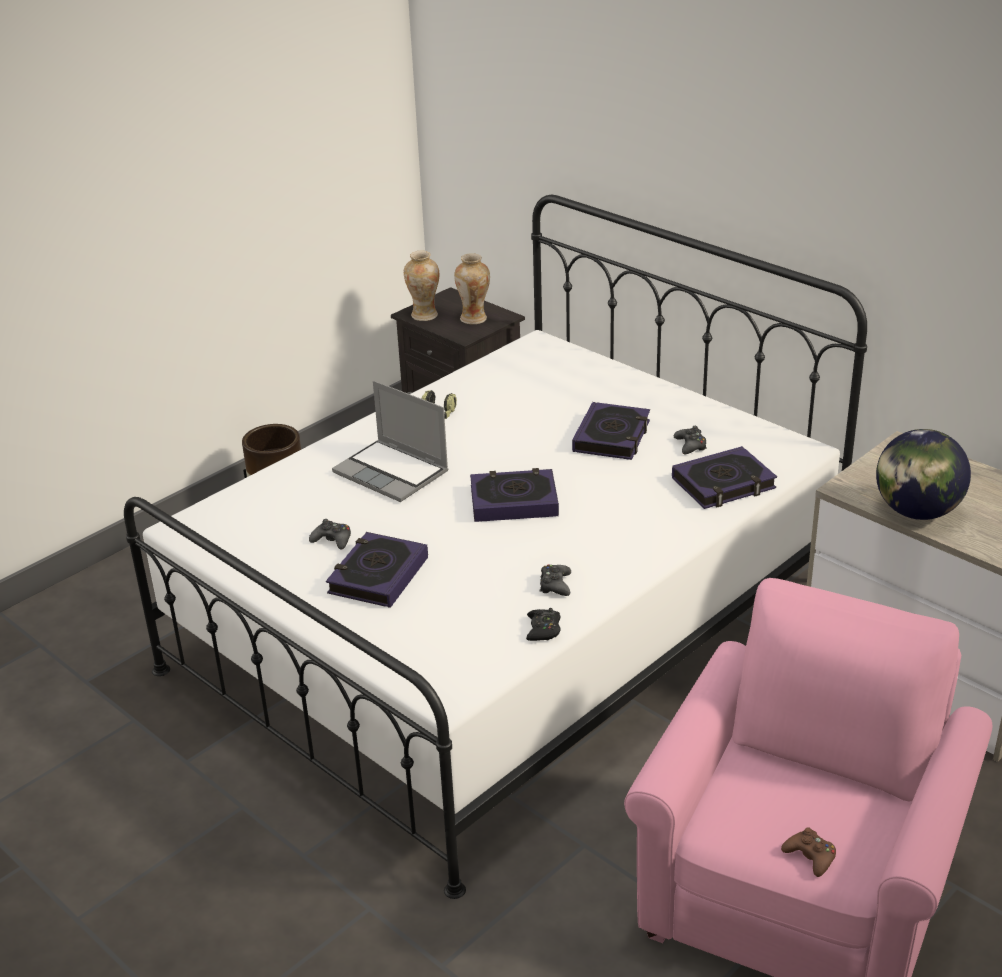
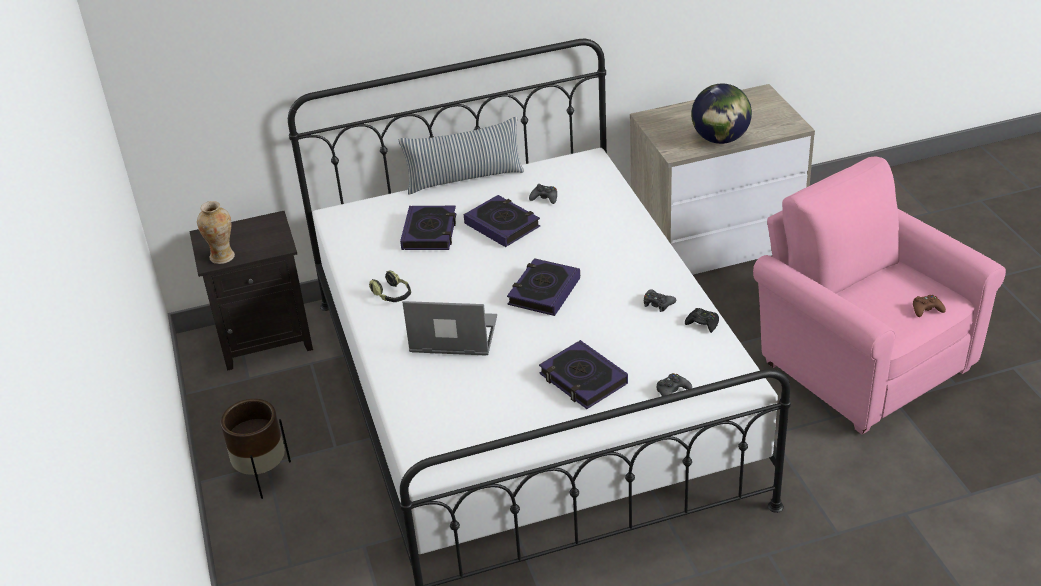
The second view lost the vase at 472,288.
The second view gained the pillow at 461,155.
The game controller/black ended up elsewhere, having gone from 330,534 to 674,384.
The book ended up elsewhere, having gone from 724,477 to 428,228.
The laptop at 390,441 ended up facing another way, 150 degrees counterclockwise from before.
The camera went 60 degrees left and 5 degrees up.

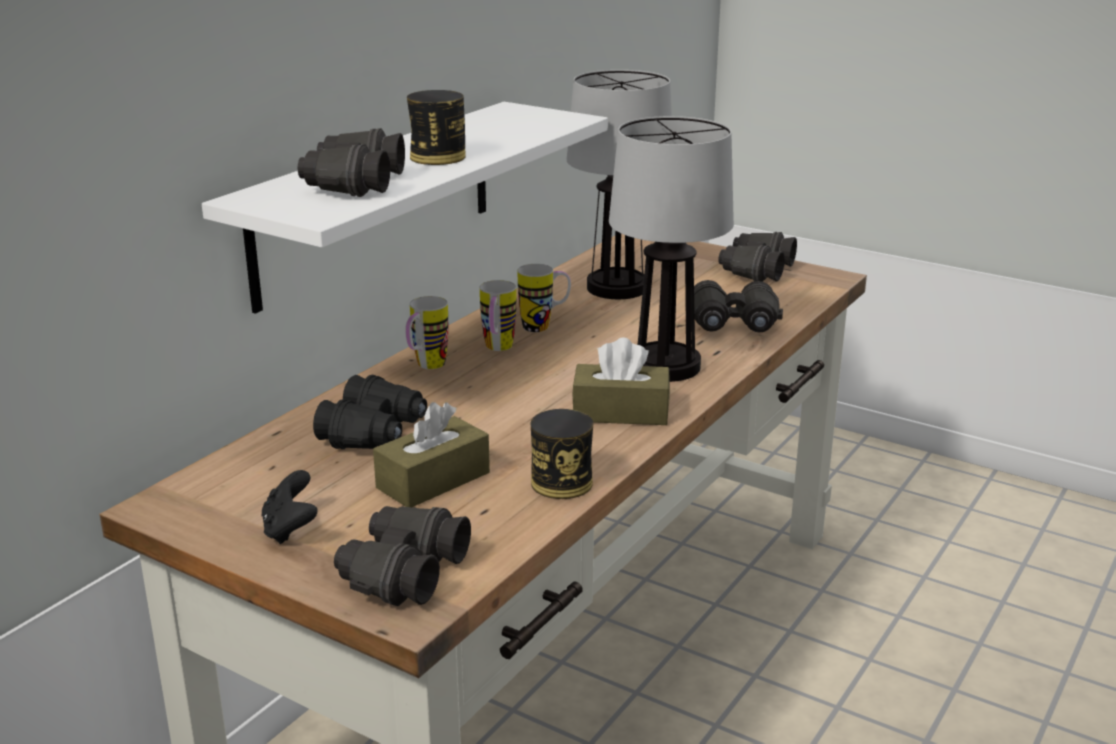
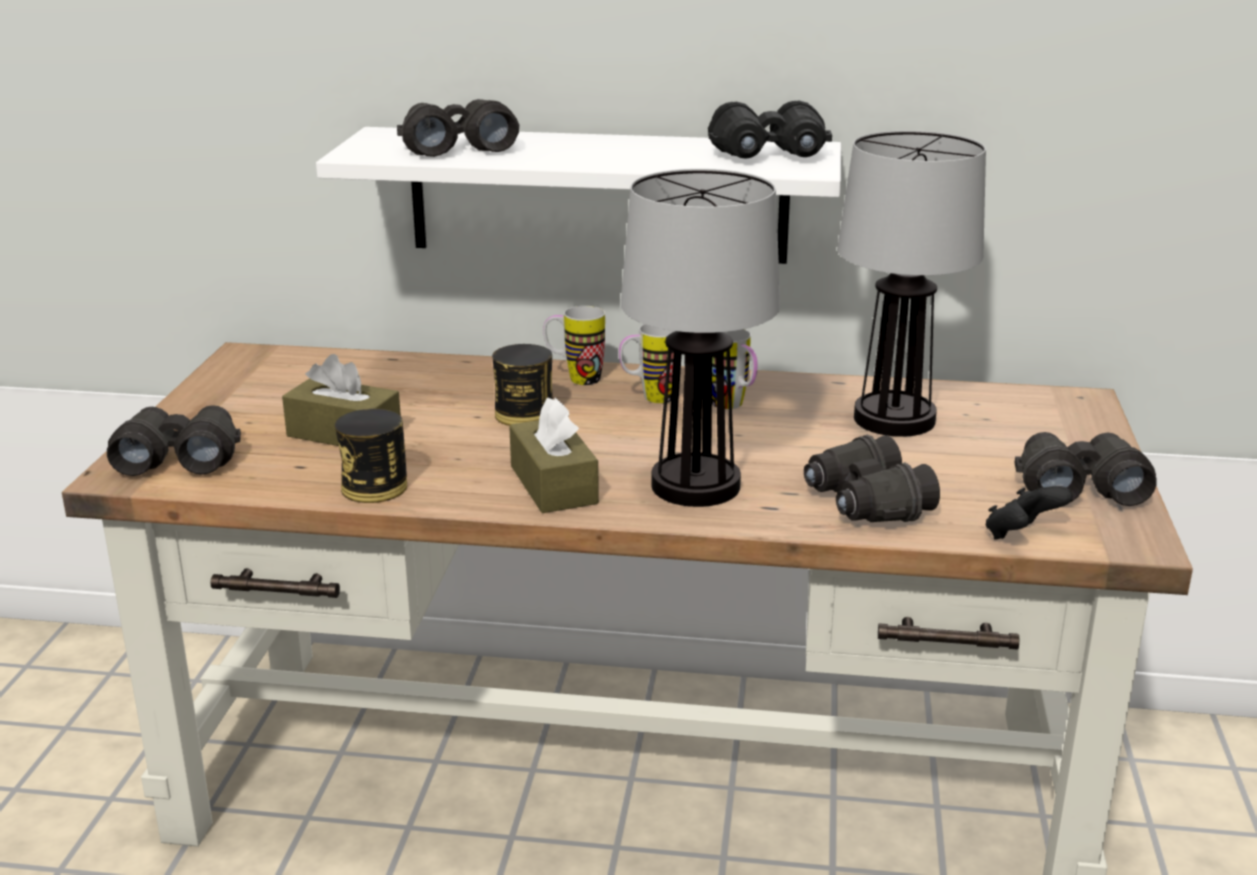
The game controller/black ended up elsewhere, having gone from 289,507 to 1029,512.
The binoculars/black ended up elsewhere, having gone from 370,412 to 770,129.
The can ended up elsewhere, having gone from 436,127 to 522,385.
The camera went 65 degrees right and 0 degrees up.

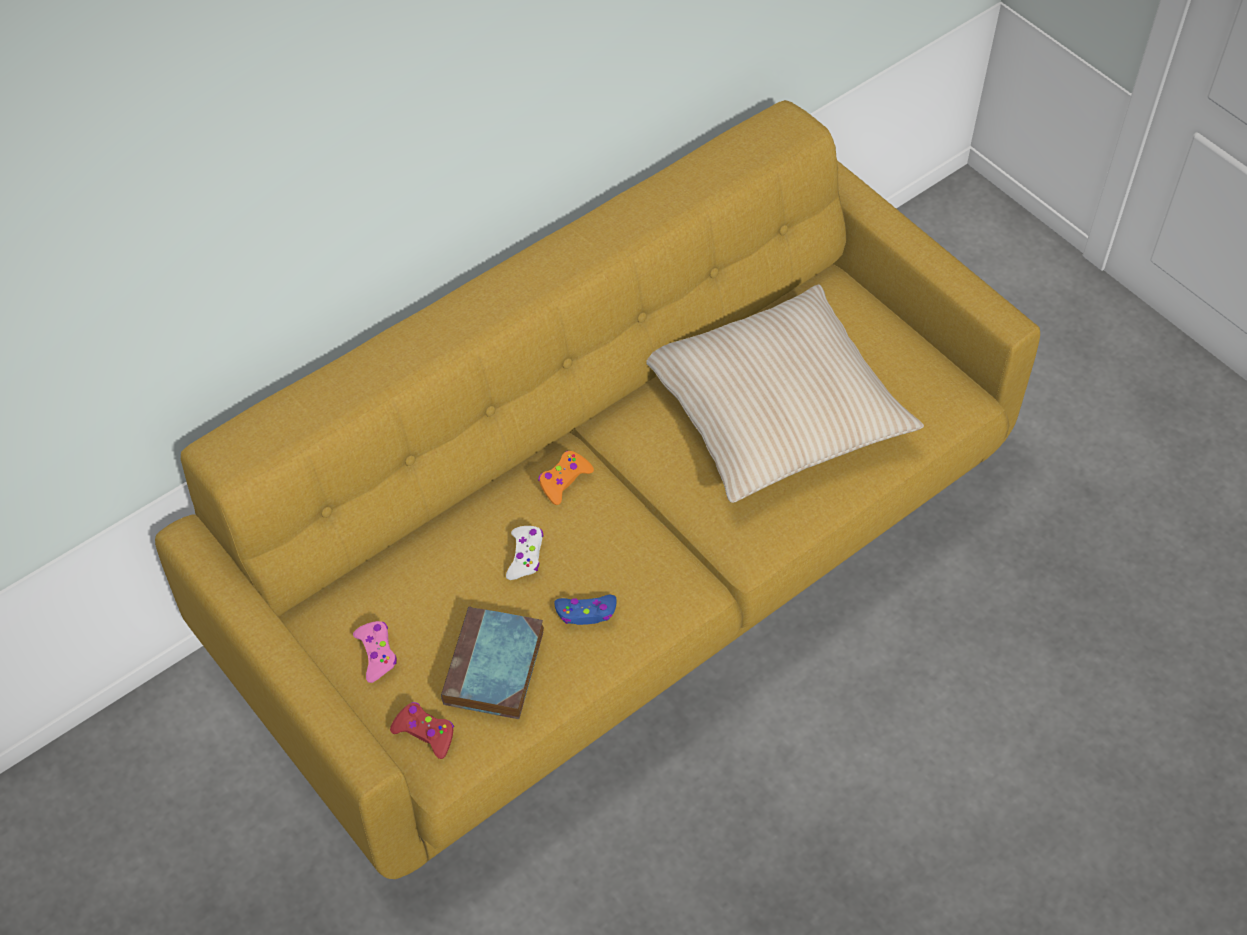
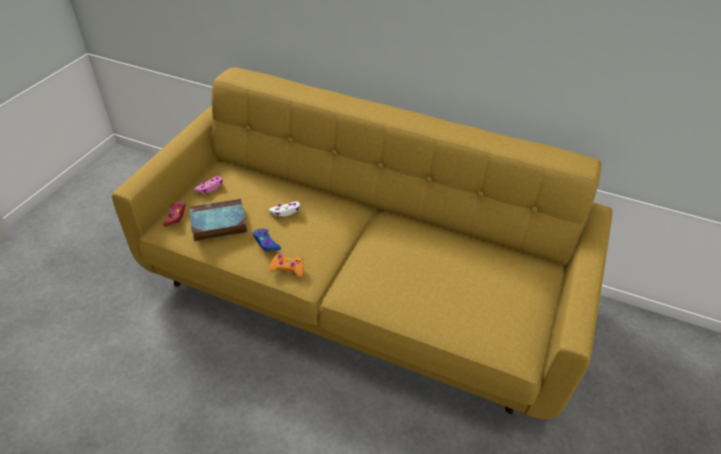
The second view lost the pillow/beige at 785,393.
The game controller/orange ended up elsewhere, having gone from 566,478 to 286,265.
The camera went 60 degrees right and 10 degrees down.

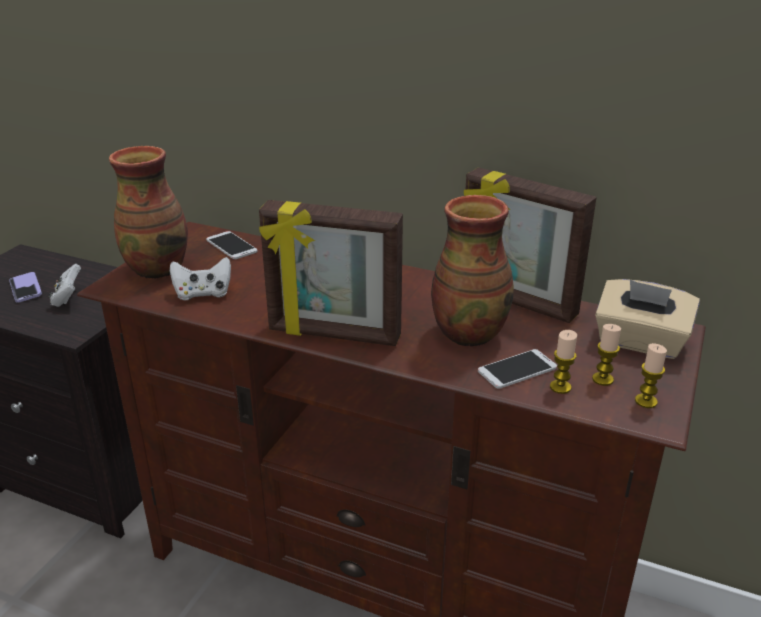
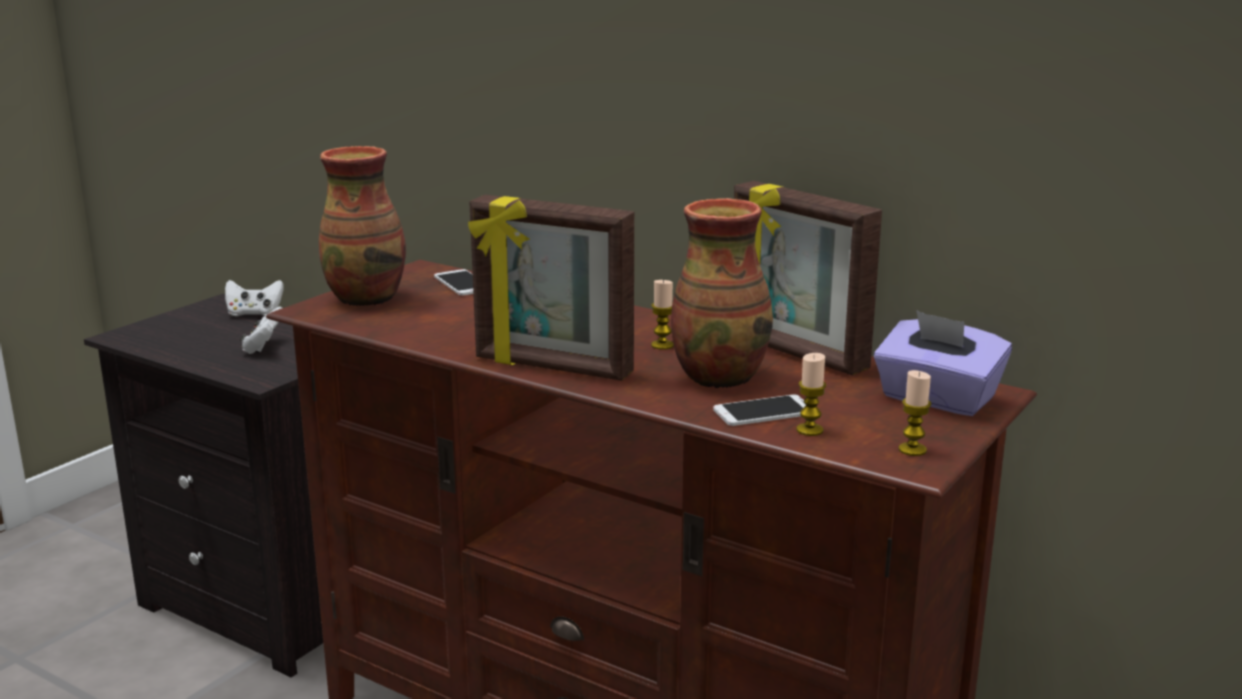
The second view lost the phone at 25,287.
The game controller/white ended up elsewhere, having gone from 200,279 to 254,298.
The candle ended up elsewhere, having gone from 606,355 to 662,314.
What was the tissue box/beige at 647,319 turned into the tissue box/purple at 943,363.
The camera went 10 degrees right and 10 degrees down.

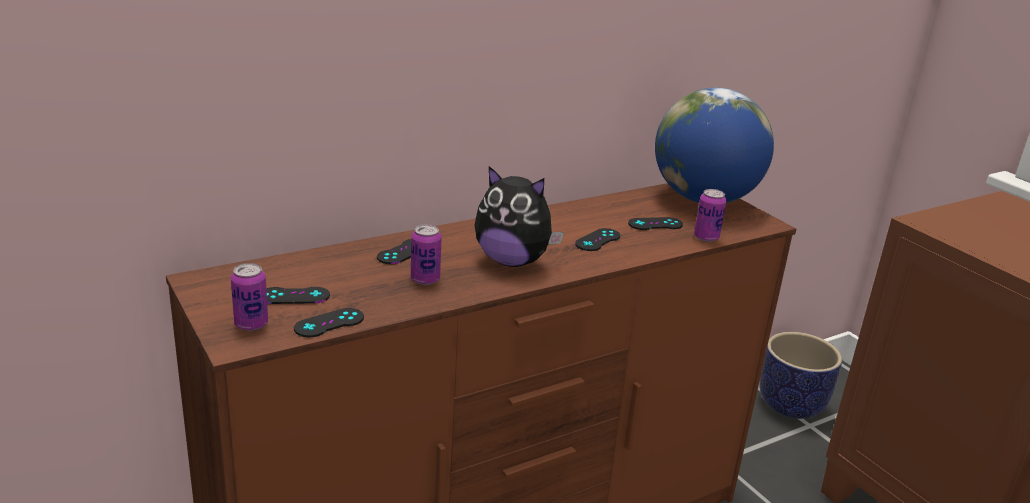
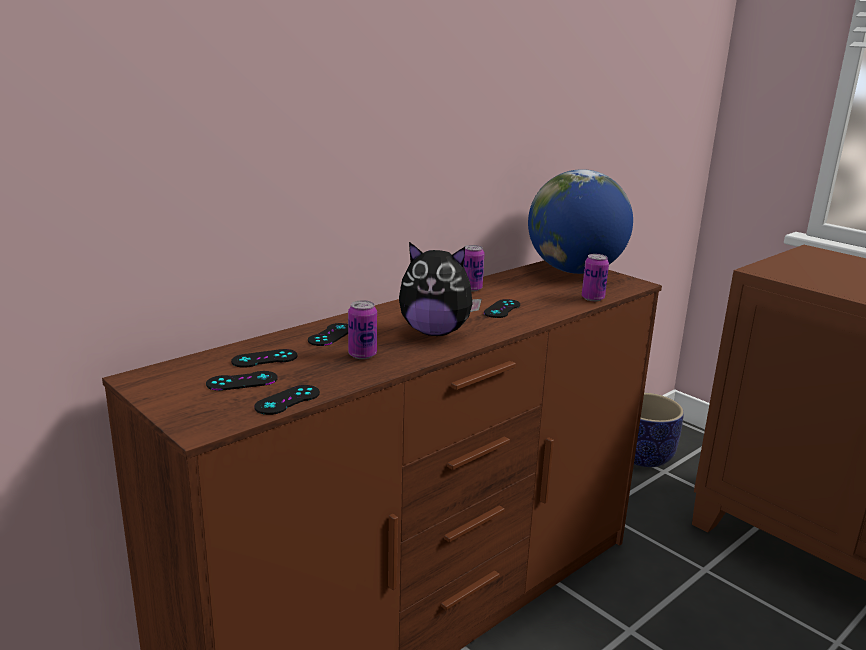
The can ended up elsewhere, having gone from 249,297 to 473,268.
The game controller/black ended up elsewhere, having gone from 655,223 to 264,358.
The camera went 10 degrees left and 5 degrees down.

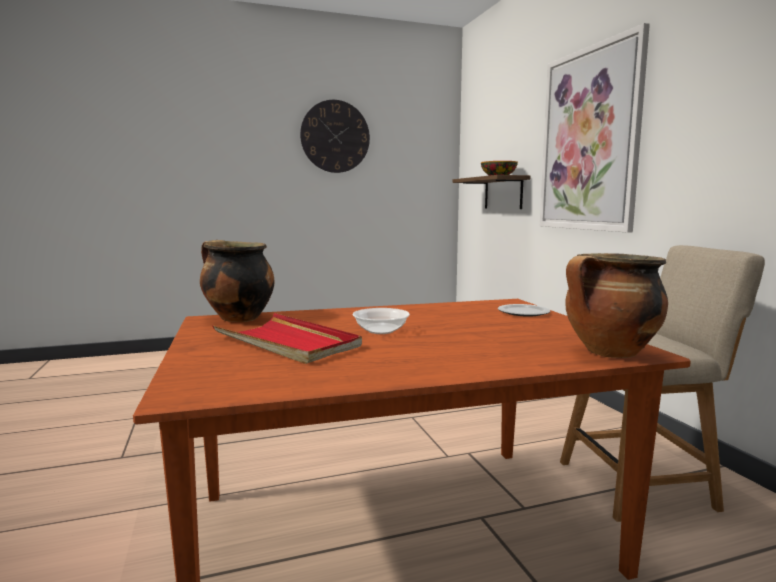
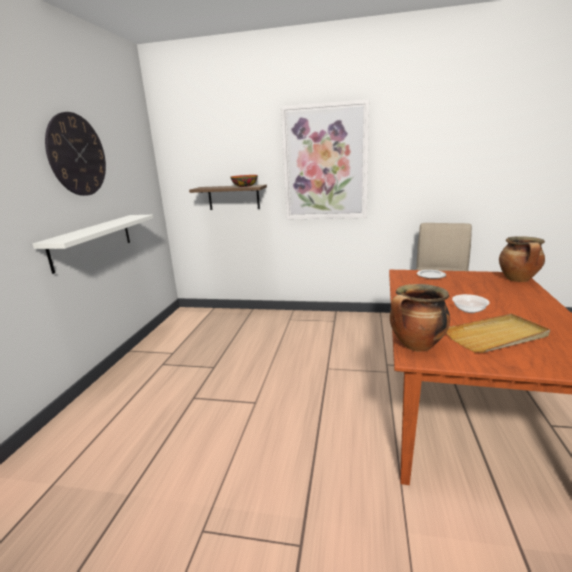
The second view gained the shelf/white at 93,244.
What was the tray/red at 287,338 turned into the tray/beige at 498,333.
The camera went 60 degrees left and 10 degrees up.

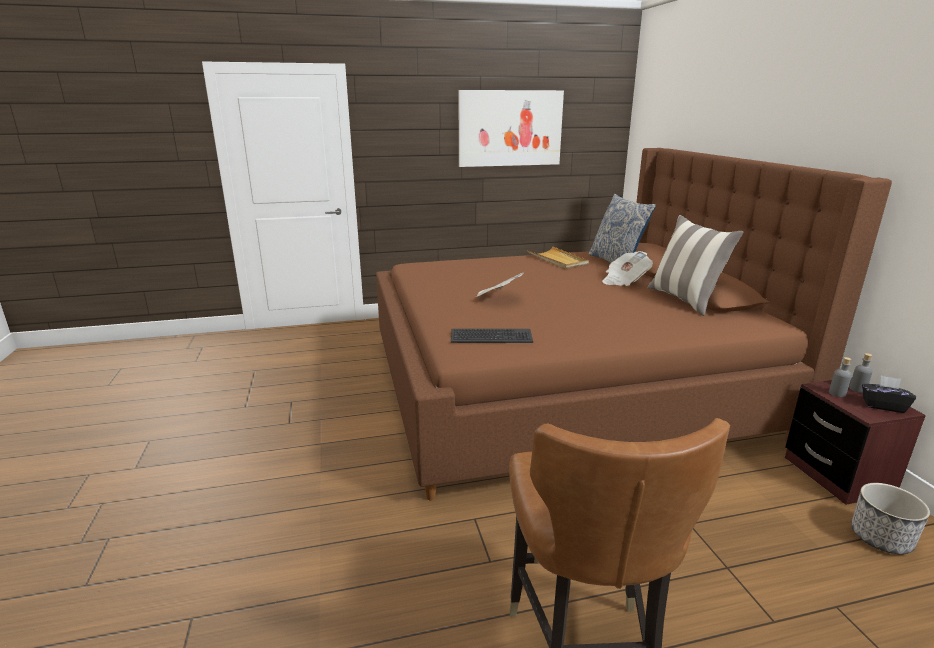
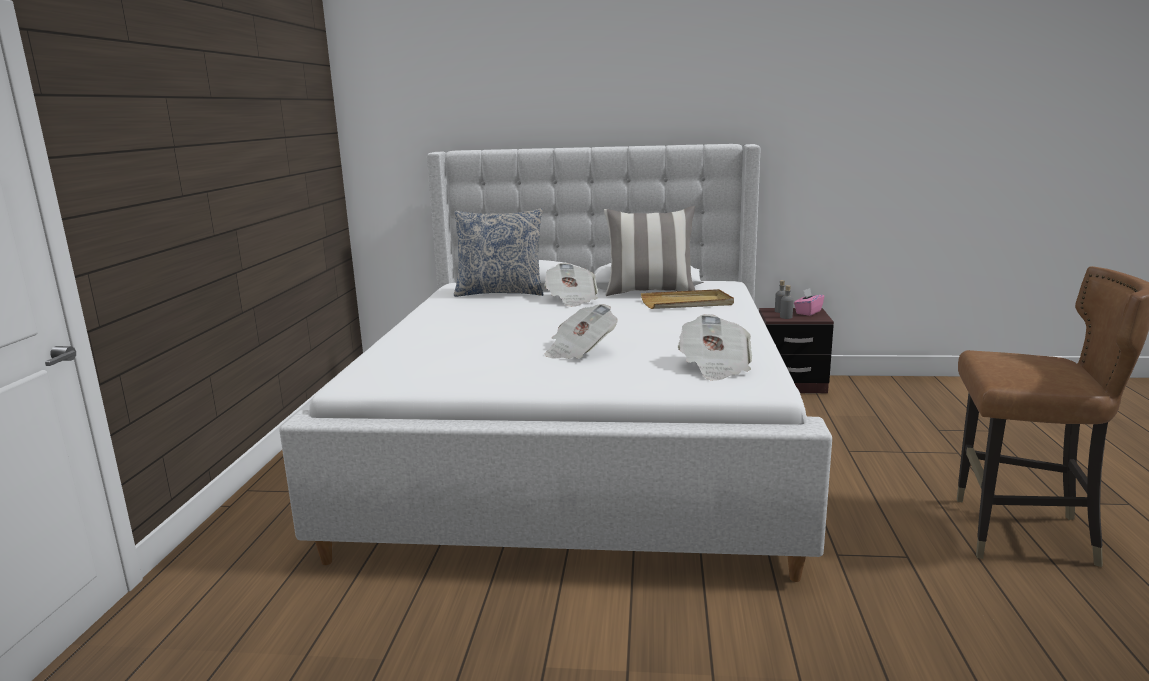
The second view lost the picture at 511,128.
The second view lost the planter at 890,518.
The tray/beige ended up elsewhere, having gone from 558,257 to 687,299.
Where the keyboard stood at 492,336, the newspaper came to stand at 715,347.
What was the bed/brown at 634,324 turned into the bed/white at 555,363.
What was the tissue box/black at 889,394 turned into the tissue box/pink at 809,302.
The camera went 70 degrees left and 5 degrees down.

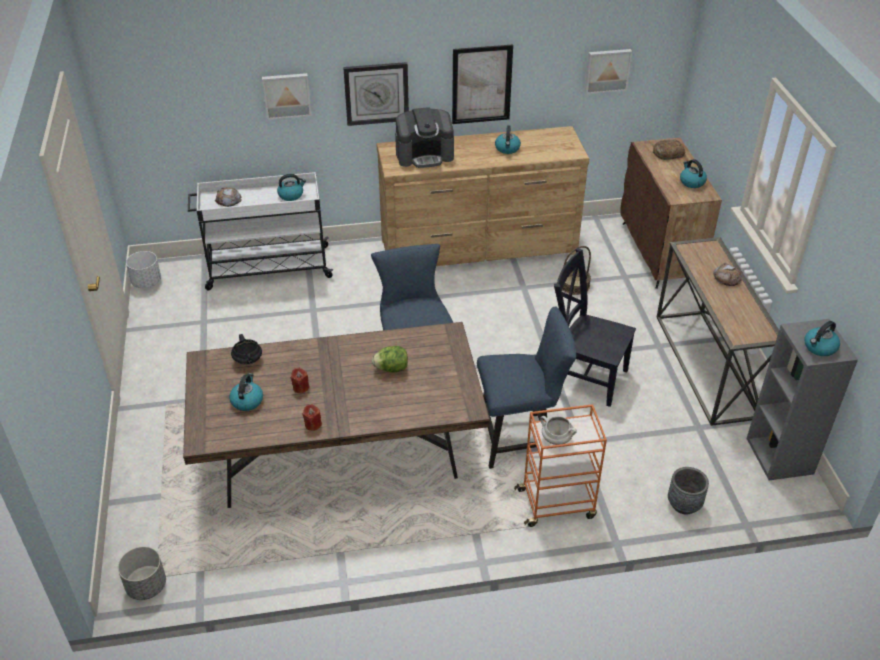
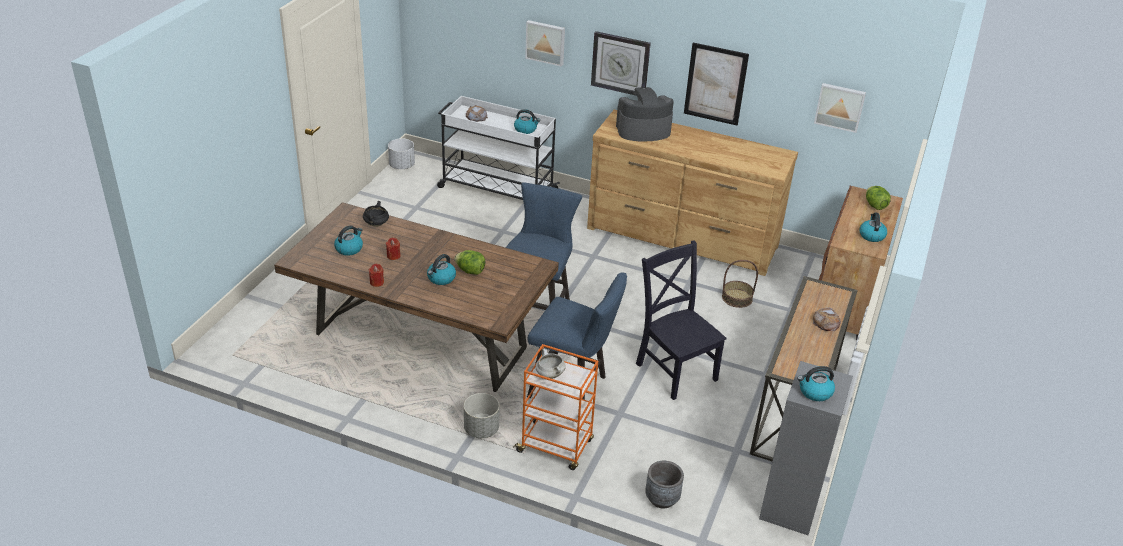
The planter/grey ended up elsewhere, having gone from 142,573 to 482,415.
The kettle ended up elsewhere, having gone from 508,139 to 441,269.
Where the bread stood at 669,149, the lettuce came to stand at 878,198.
The coffee machine at 424,137 ended up facing another way, 150 degrees clockwise from before.
The camera went 30 degrees right and 5 degrees down.

